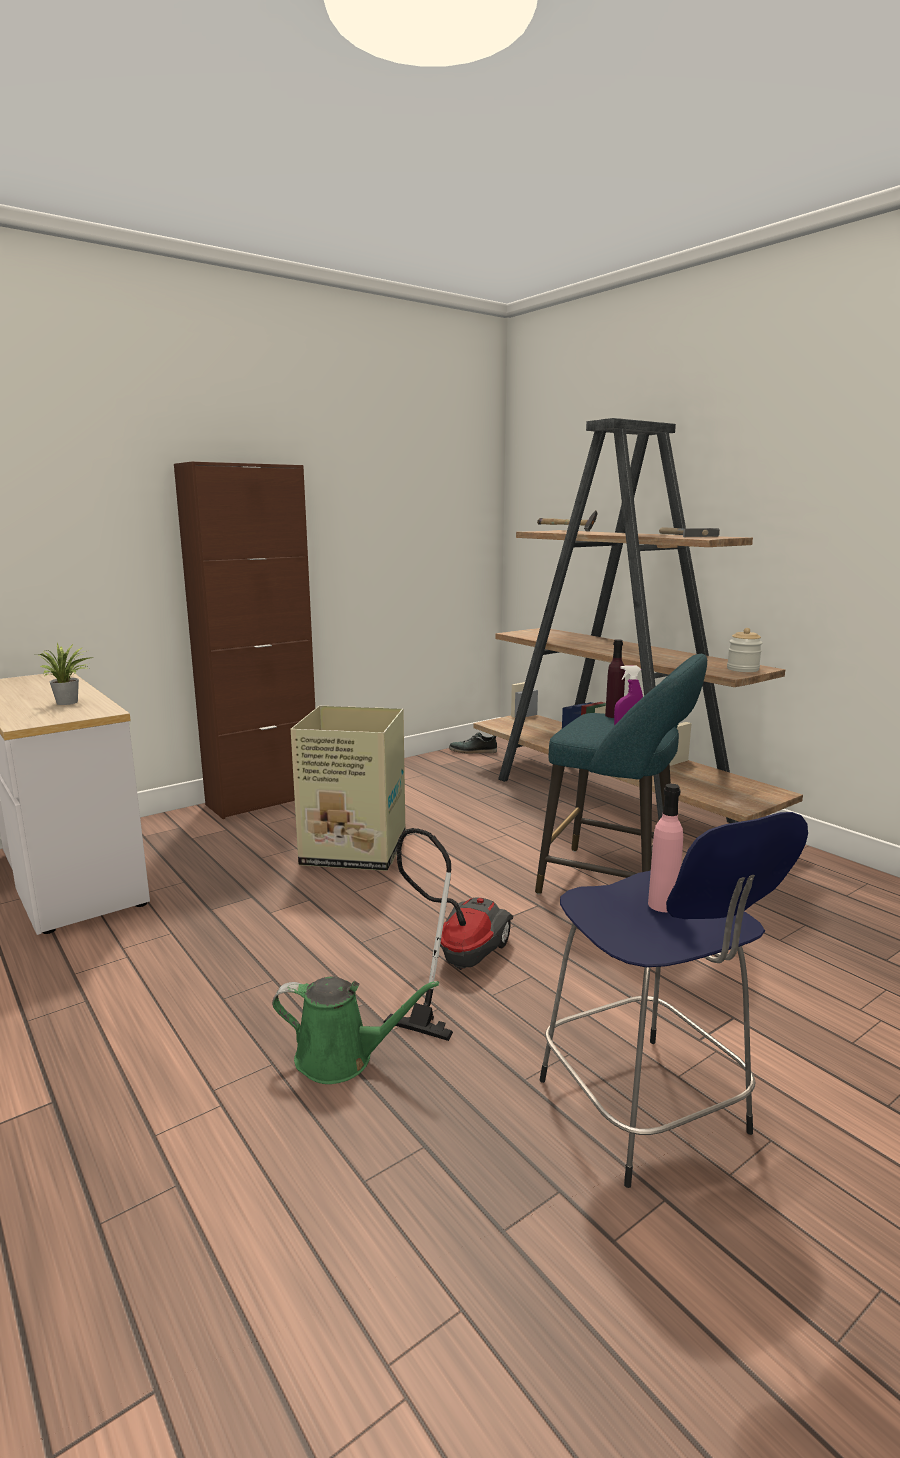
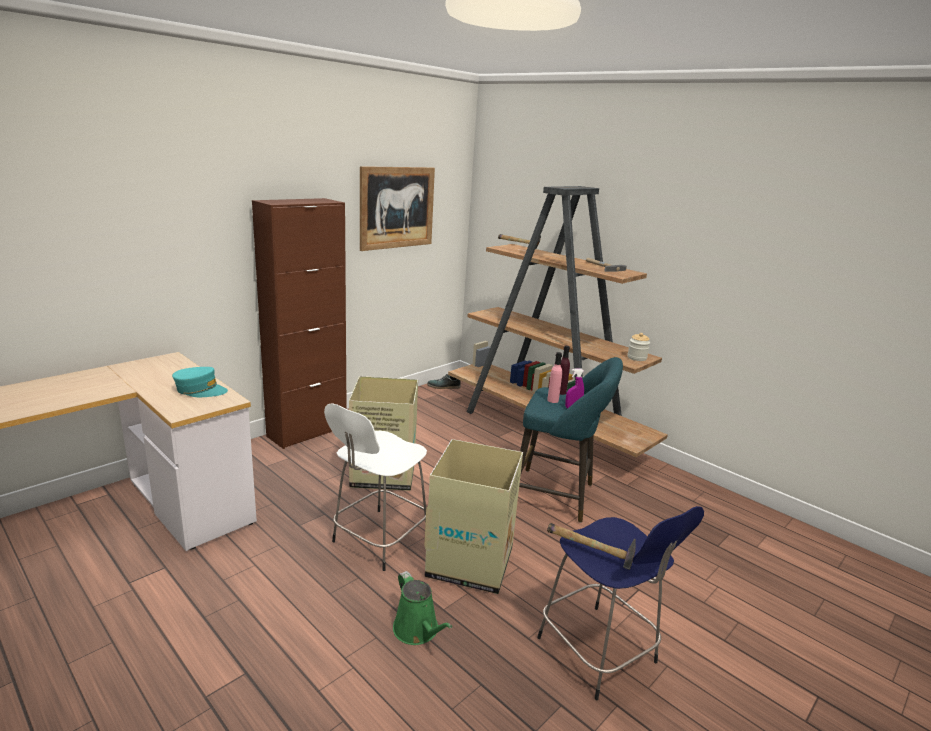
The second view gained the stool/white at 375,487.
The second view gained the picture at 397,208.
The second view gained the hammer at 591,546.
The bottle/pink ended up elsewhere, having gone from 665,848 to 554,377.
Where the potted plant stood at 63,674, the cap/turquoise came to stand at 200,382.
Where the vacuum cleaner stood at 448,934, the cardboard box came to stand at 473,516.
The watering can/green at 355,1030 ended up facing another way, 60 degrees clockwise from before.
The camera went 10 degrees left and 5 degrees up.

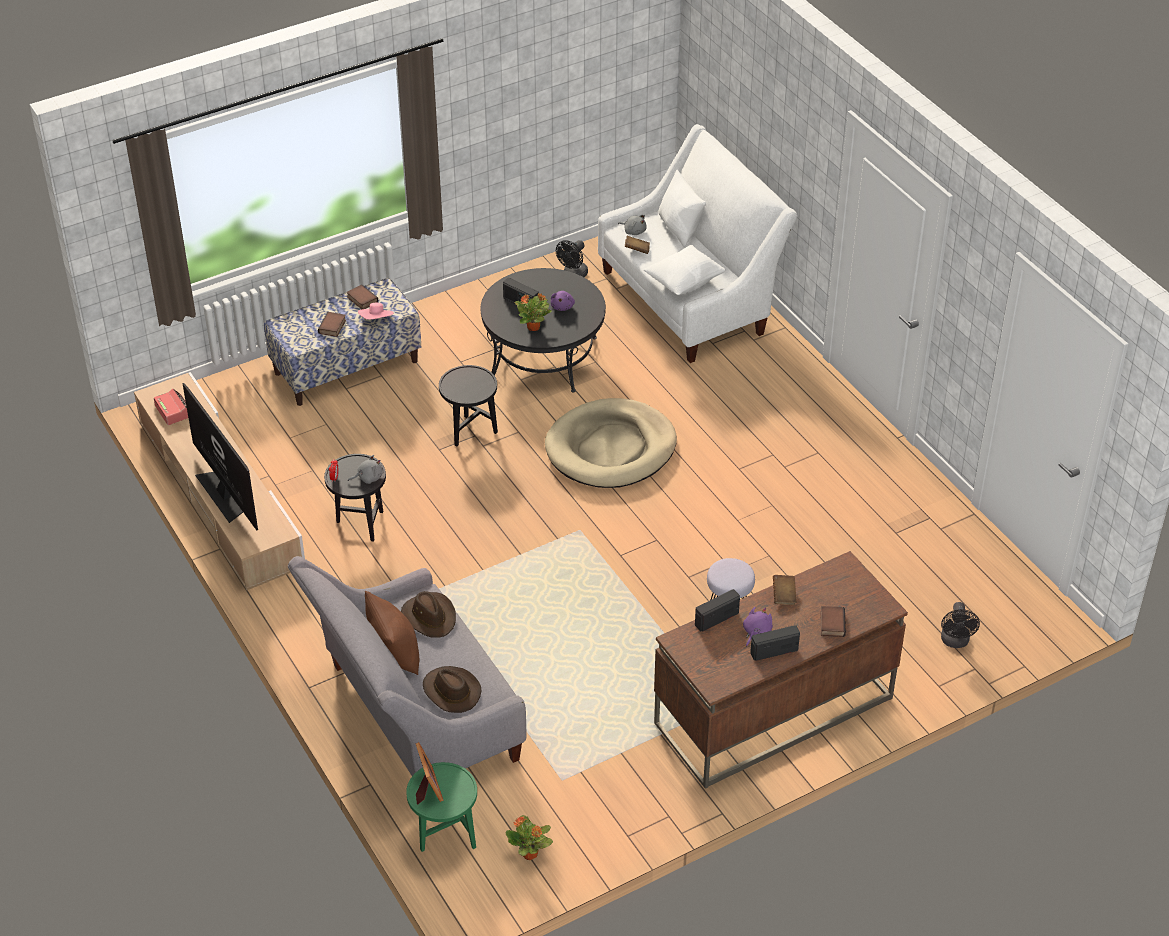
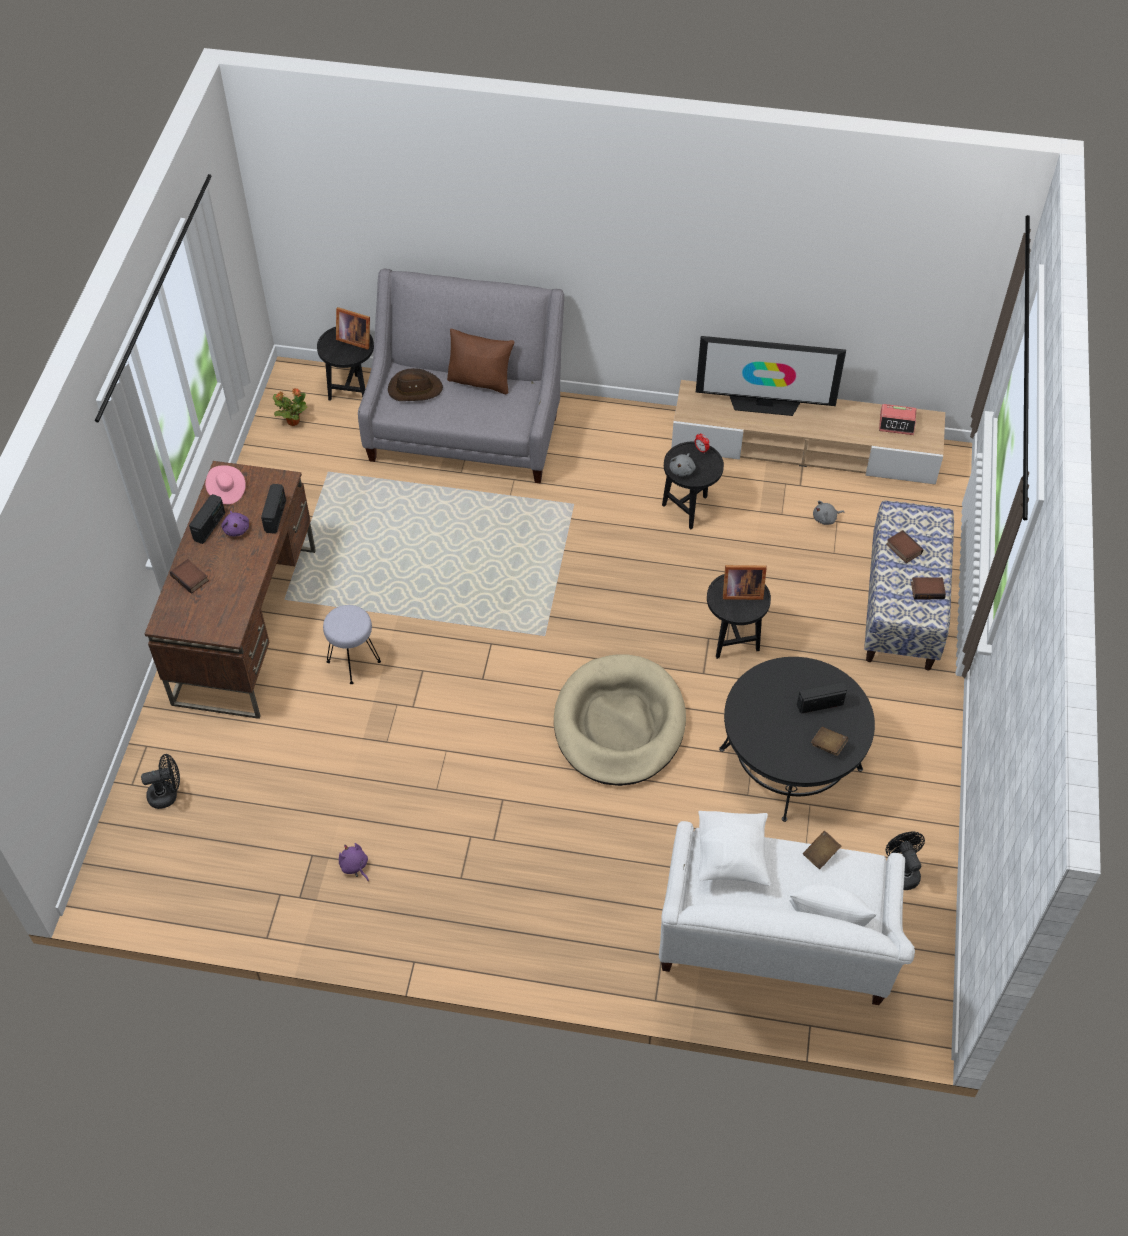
The second view lost the hat/brown at 428,614.
The second view lost the potted plant at 533,312.
The second view gained the picture frame at 745,582.
The hat/pink ended up elsewhere, having gone from 376,311 to 225,484.
The plush toy/purple ended up elsewhere, having gone from 563,301 to 354,862.
The plush toy/grey ended up elsewhere, having gone from 632,224 to 829,513.
The book/brown ended up elsewhere, having gone from 785,590 to 829,741.
What was the side table/green at 441,807 turned into the side table/black at 345,364.
The fan/black at 960,625 ended up facing another way, 120 degrees clockwise from before.
The camera went 130 degrees right and 10 degrees up.

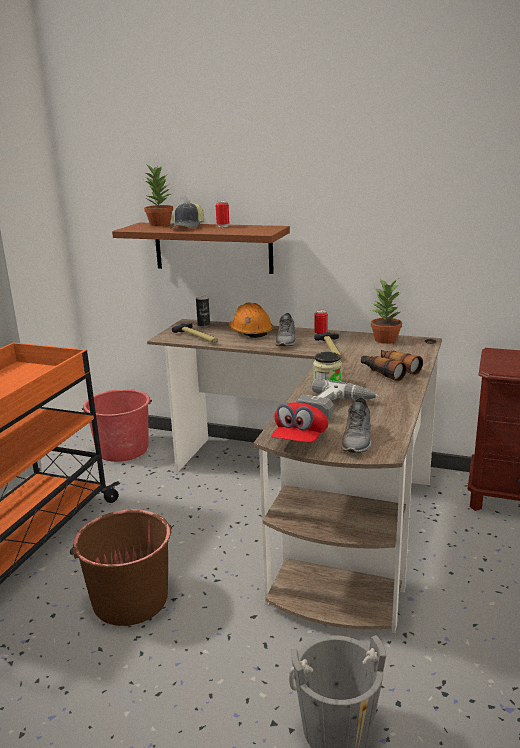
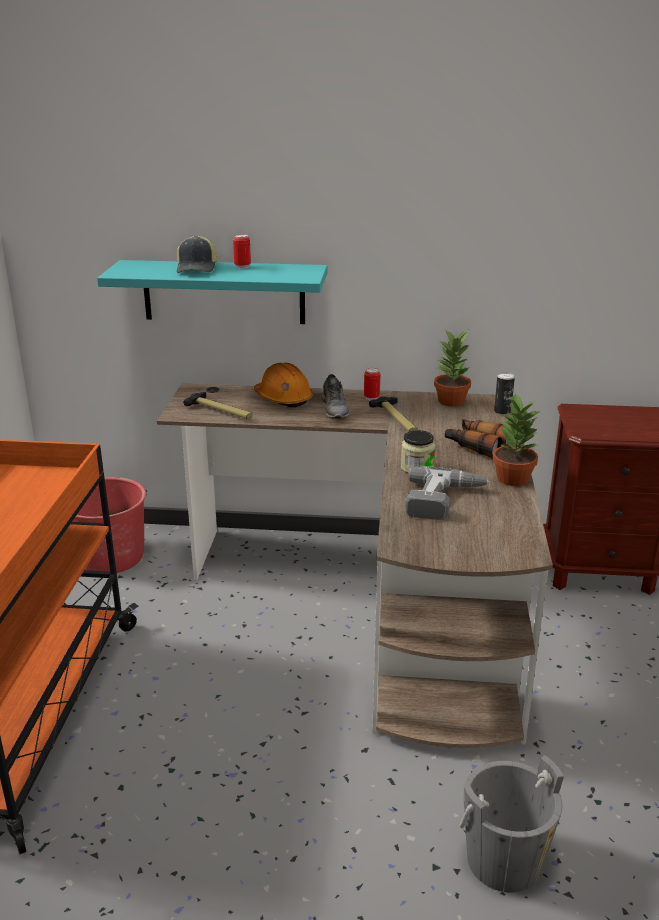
The second view lost the bucket/brown at 121,568.
The second view lost the cap/red at 299,422.
The second view lost the shoe/grey at 356,425.
The potted plant ended up elsewhere, having gone from 158,195 to 516,439.
The can ended up elsewhere, having gone from 203,311 to 504,393.
What was the shelf/brown at 201,248 turned into the shelf/turquoise at 212,292.
The camera went 15 degrees left and 5 degrees up.

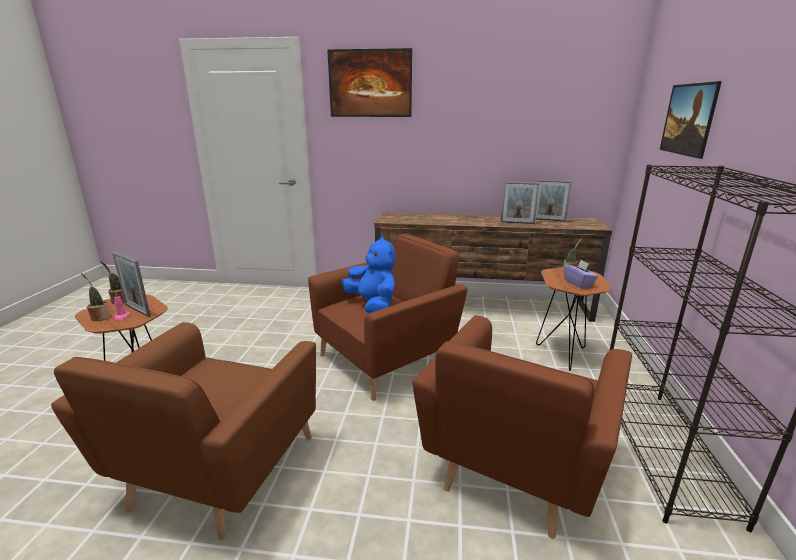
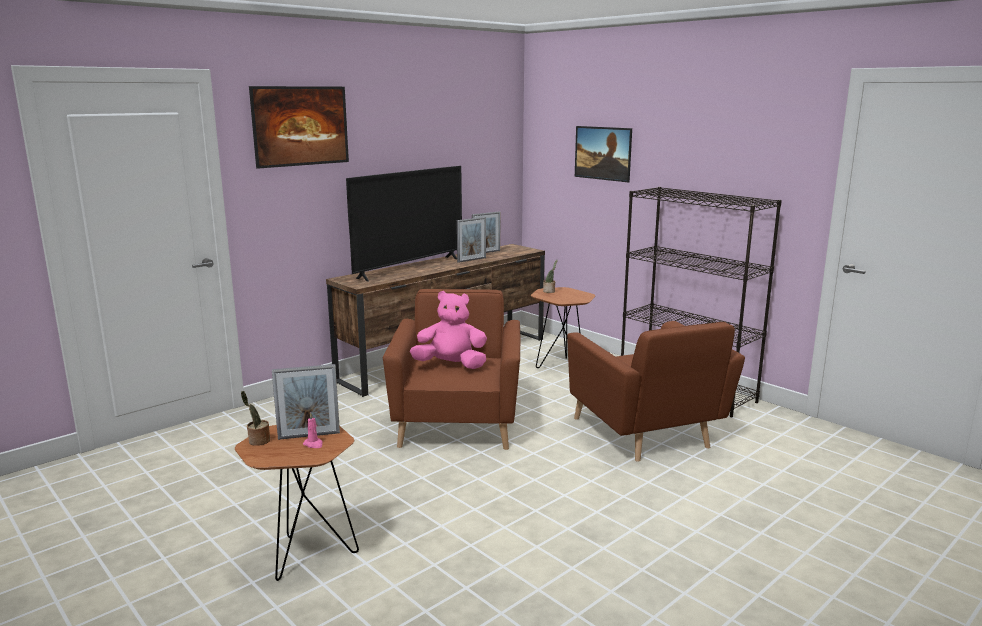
The second view lost the armchair/brown at 183,431.
The second view lost the potted plant at 95,297.
The second view lost the tissue box/purple at 581,274.
The second view gained the television at 404,224.
What was the plush toy/blue at 369,274 turned into the plush toy/pink at 448,330.
The camera went 50 degrees left and 5 degrees down.

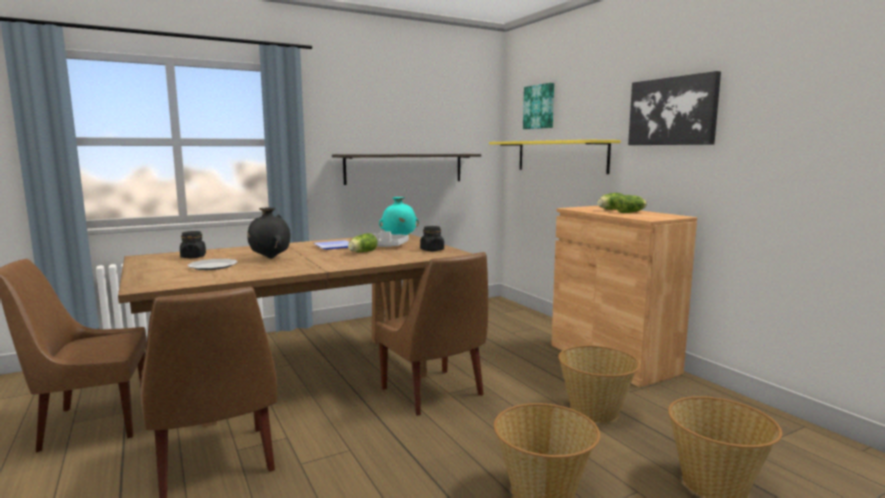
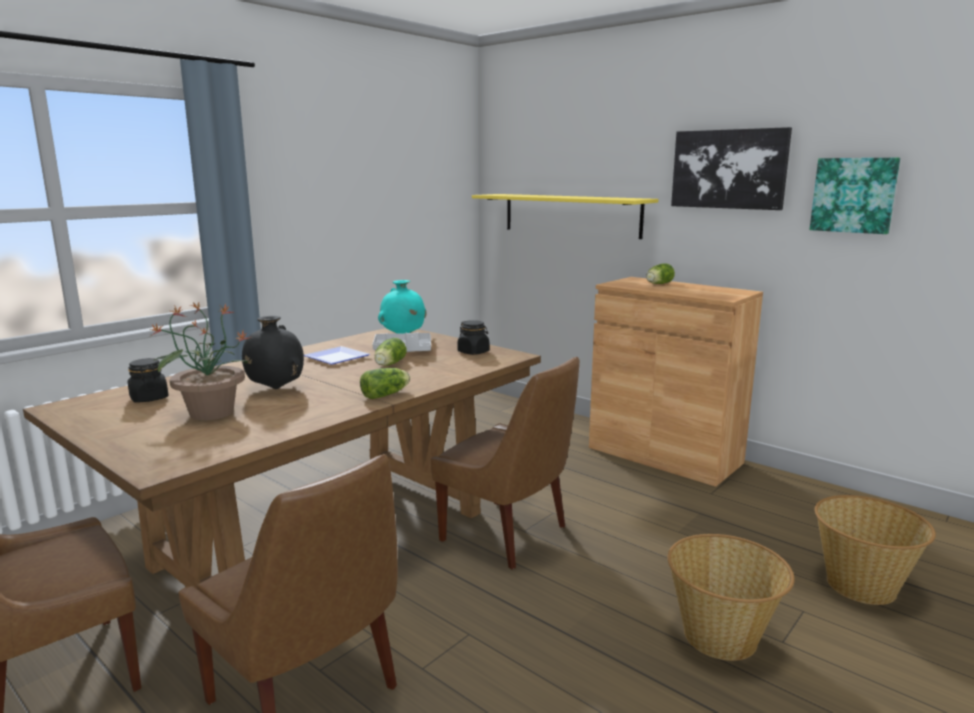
The second view lost the shelf at 406,169.
The second view lost the basket at 599,384.
The picture ended up elsewhere, having gone from 538,106 to 855,196.
The lettuce ended up elsewhere, having gone from 631,204 to 385,383.
Where the plate stood at 212,264, the potted plant came to stand at 201,361.
The camera went 20 degrees left and 5 degrees up.

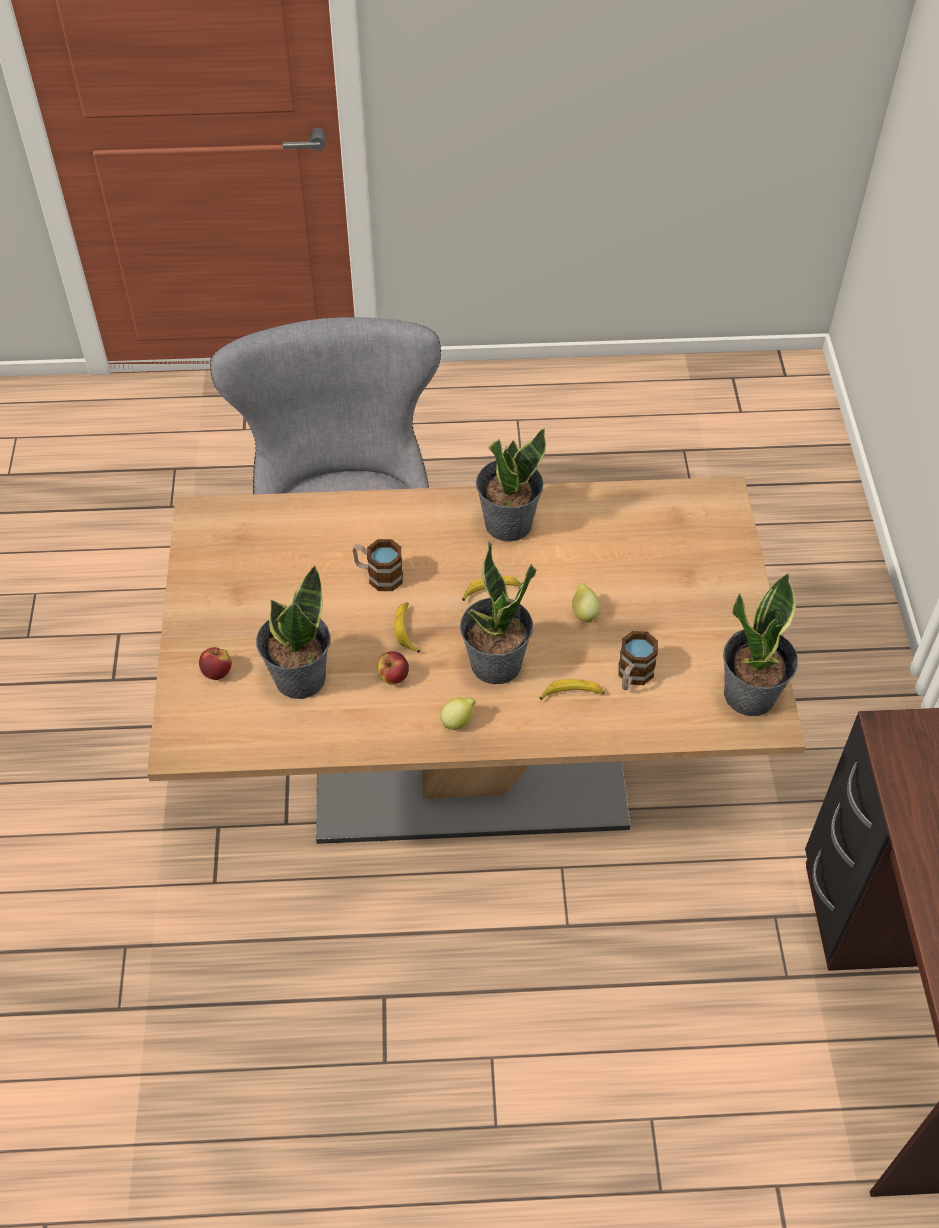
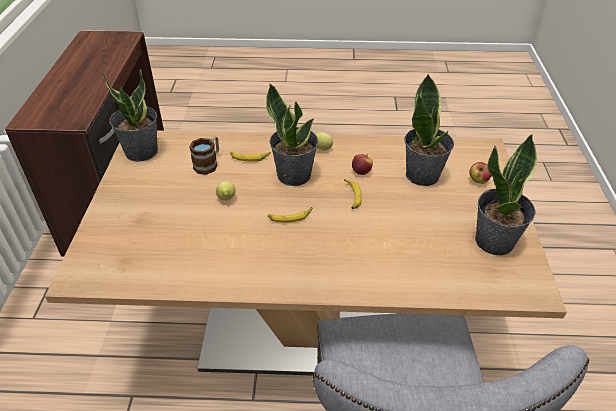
The second view lost the mug at 377,565.
The potted plant ended up elsewhere, having gone from 511,485 to 506,194.
The camera went 175 degrees left and 10 degrees down.

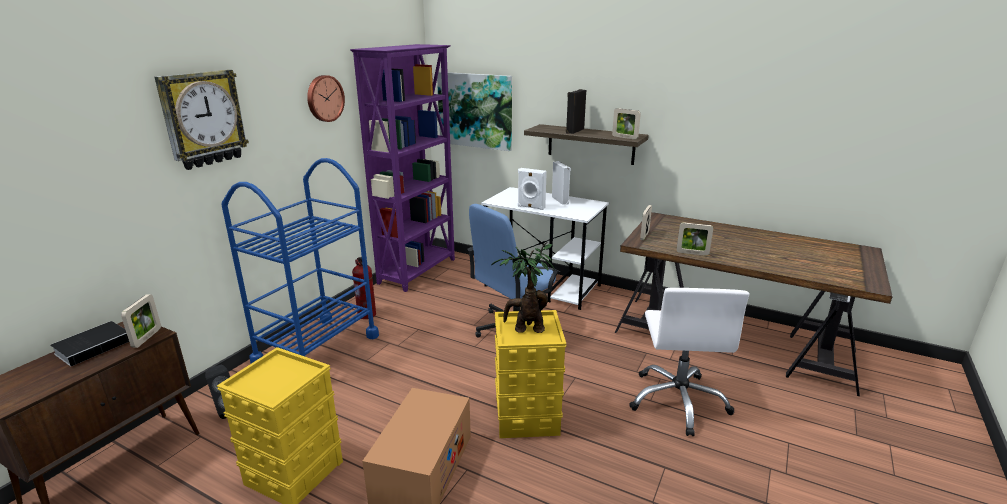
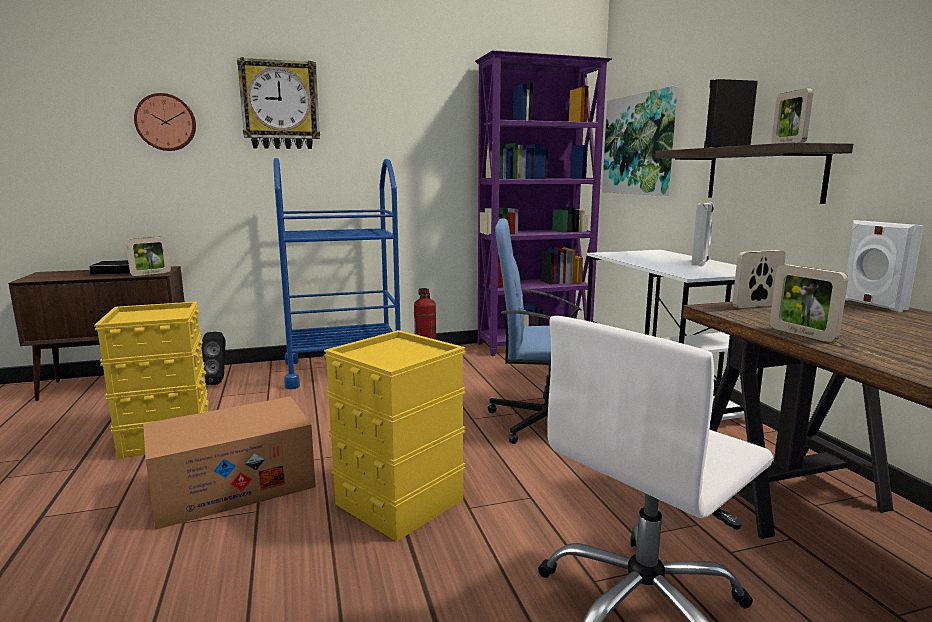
The second view lost the potted plant at 523,287.
The wall clock ended up elsewhere, having gone from 326,98 to 165,122.
The speaker/white ended up elsewhere, having gone from 532,189 to 884,266.
The camera went 45 degrees right and 10 degrees down.

